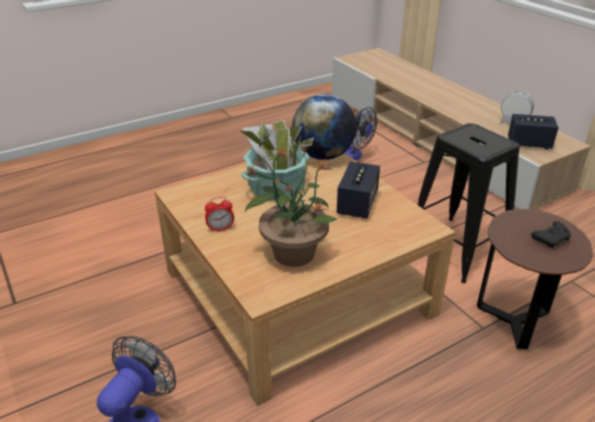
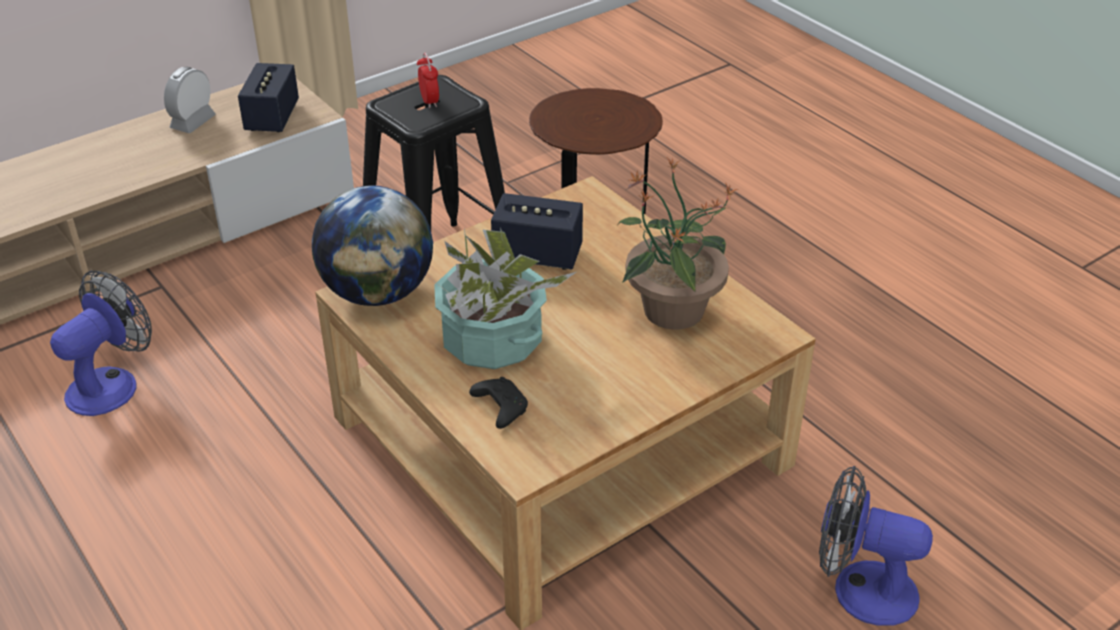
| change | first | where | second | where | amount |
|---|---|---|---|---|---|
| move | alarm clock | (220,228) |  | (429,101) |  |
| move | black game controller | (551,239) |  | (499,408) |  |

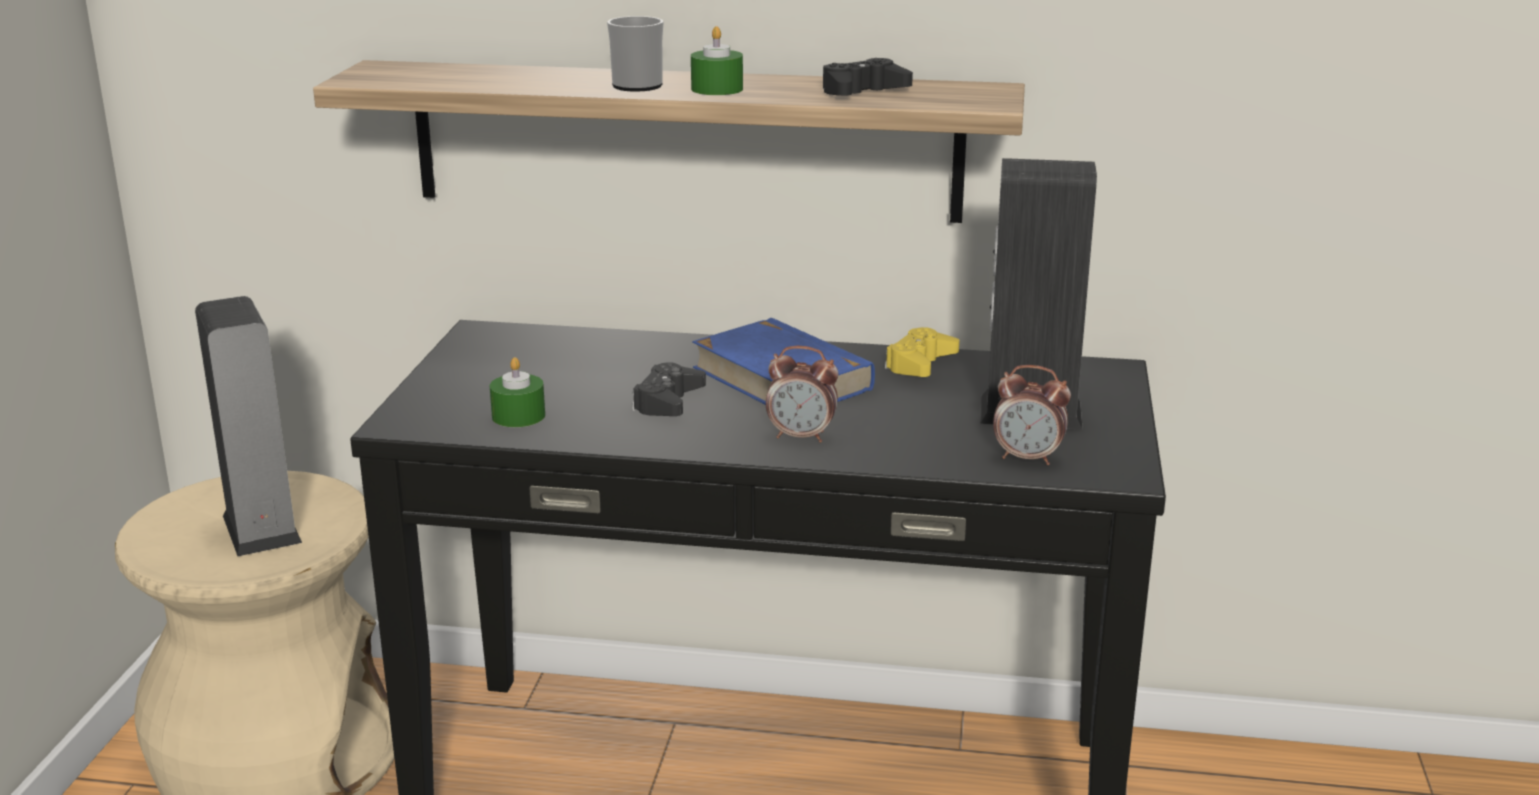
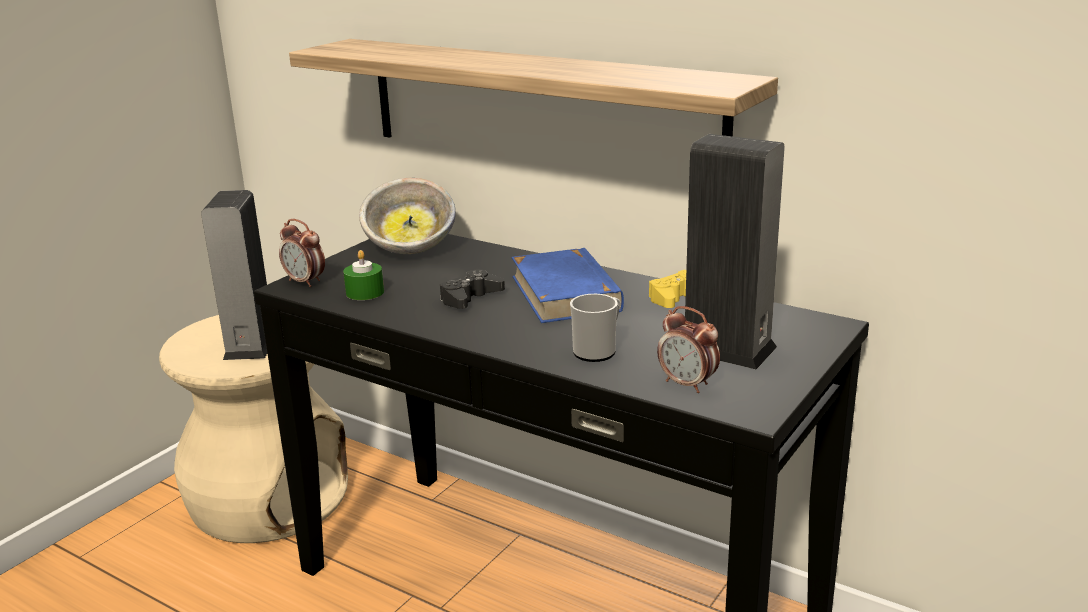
| change | first | where | second | where | amount |
|---|---|---|---|---|---|
| move | mug | (640,84) |  | (598,350) |  |
| delete | green candle | (717,89) |  |  |  |
| delete | black game controller | (862,91) |  |  |  |
| move | alarm clock | (801,436) |  | (305,282) |  |
| insert |  |  | bowl | (411,248) |  |

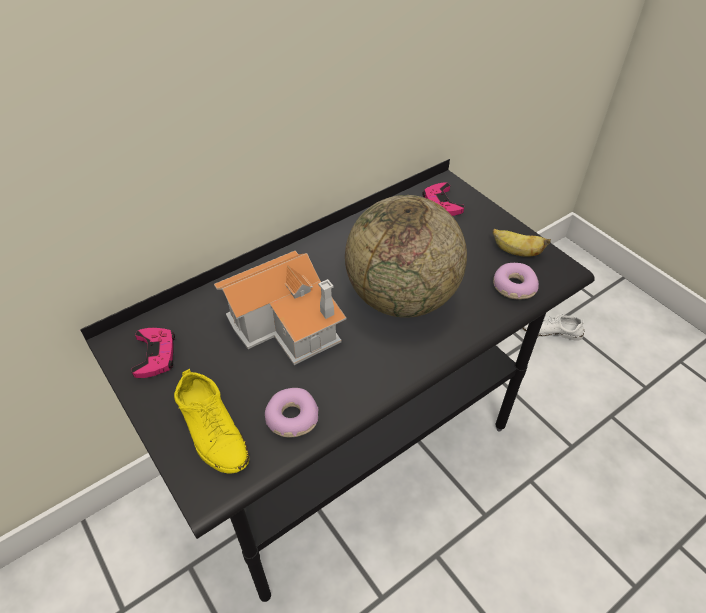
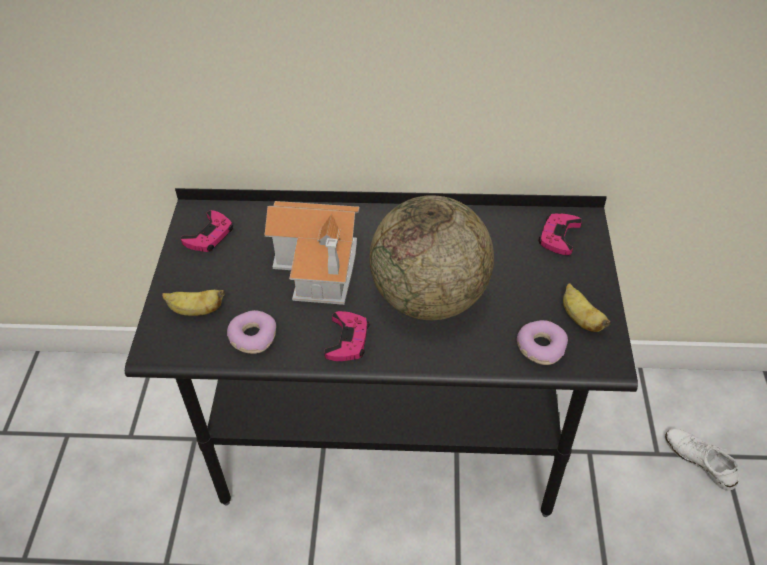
| change | first | where | second | where | amount |
|---|---|---|---|---|---|
| replace | yellow shoe | (212,429) | banana | (195,311) |  |
| insert |  |  | pink game controller | (347,340) |  |

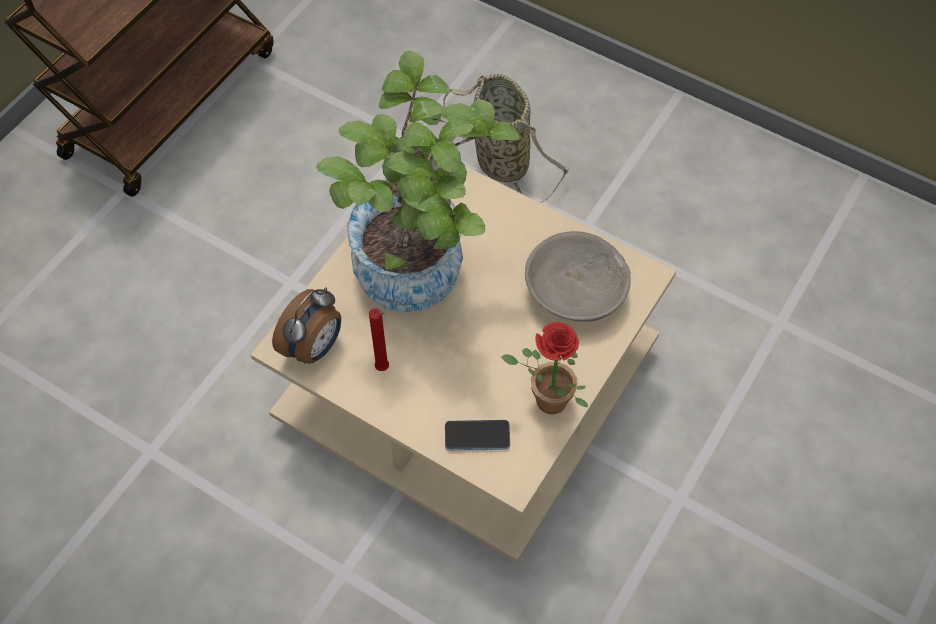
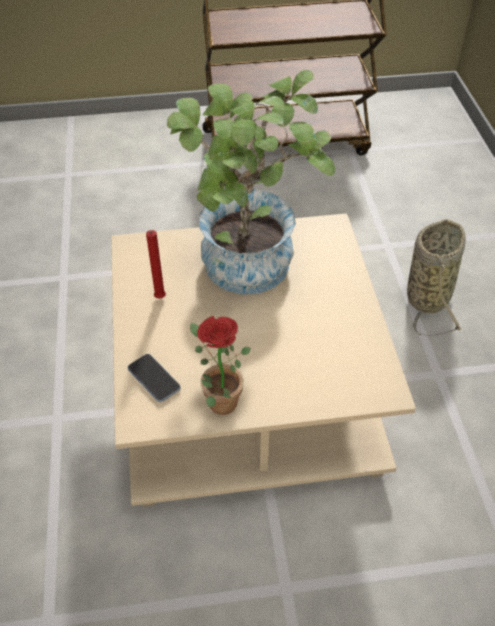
| change | first | where | second | where | amount |
|---|---|---|---|---|---|
| delete | grey bowl | (575,291) |  |  |  |
| delete | alarm clock | (314,347) |  |  |  |

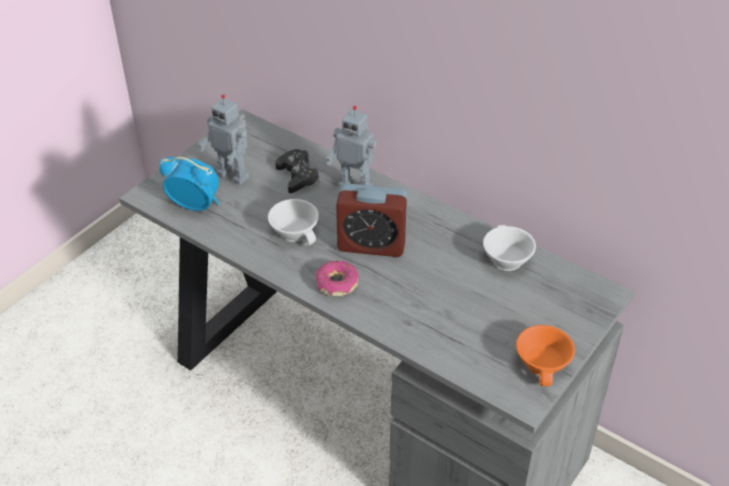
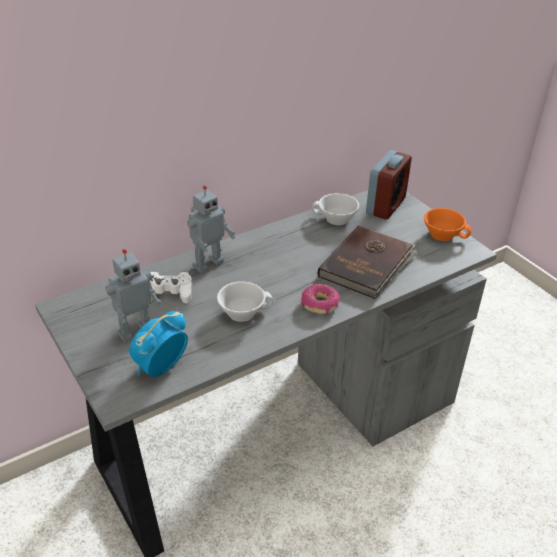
| change | first | where | second | where | amount |
|---|---|---|---|---|---|
| recolor | black game controller | (297,176) | white game controller | (168,292) |  |
| move | alarm clock | (372,244) |  | (385,206) |  |
| insert |  |  | brown book | (367,265) |  |

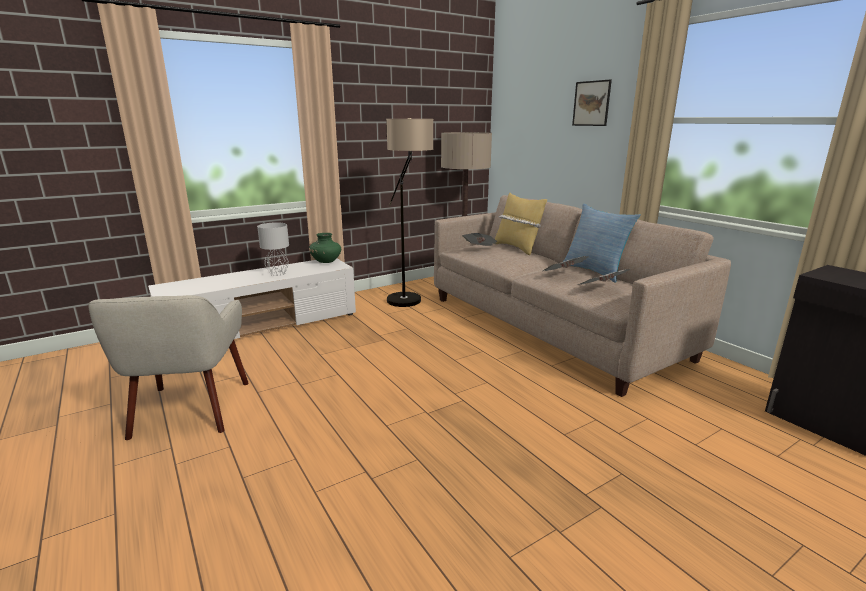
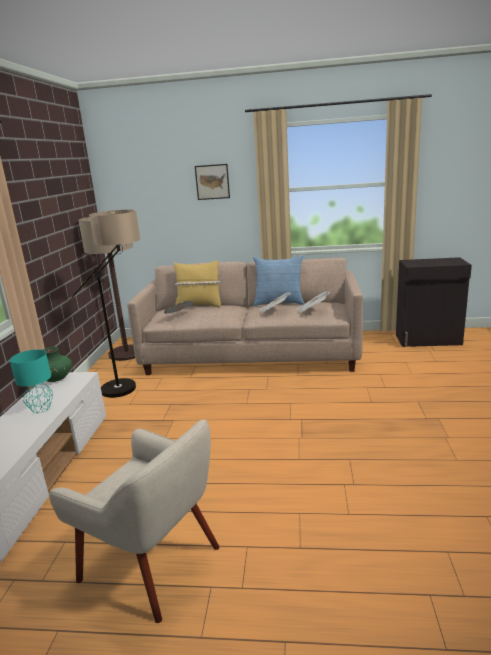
| change | first | where | second | where | amount |
|---|---|---|---|---|---|
| recolor | grey table lamp | (278,273) | turquoise table lamp | (41,408) |  |

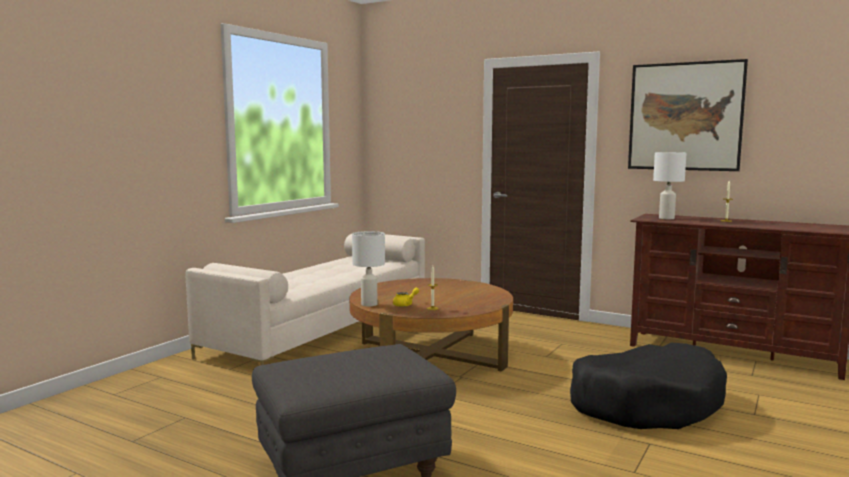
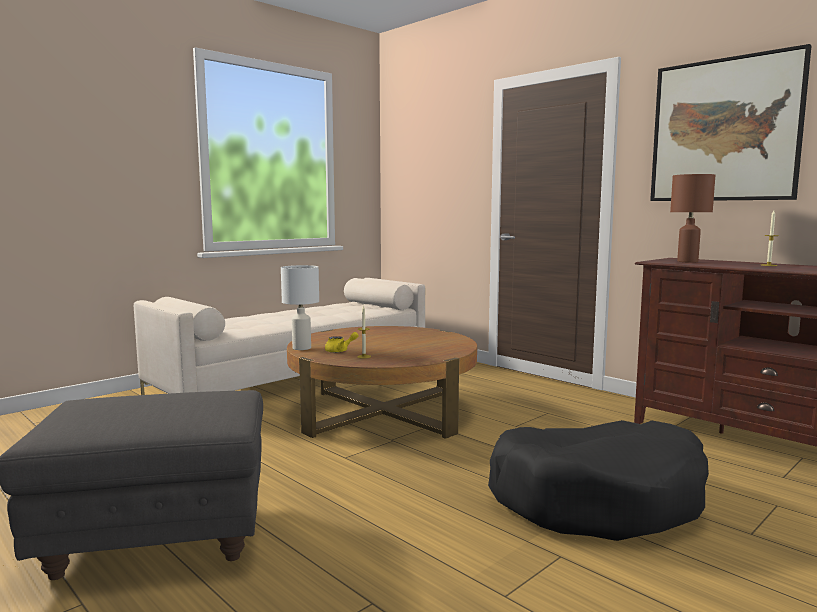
| change | first | where | second | where | amount |
|---|---|---|---|---|---|
| recolor | white table lamp | (667,218) | brown table lamp | (688,261) |  |

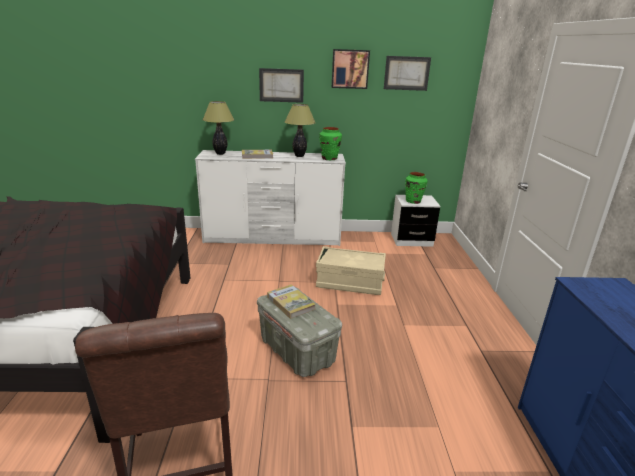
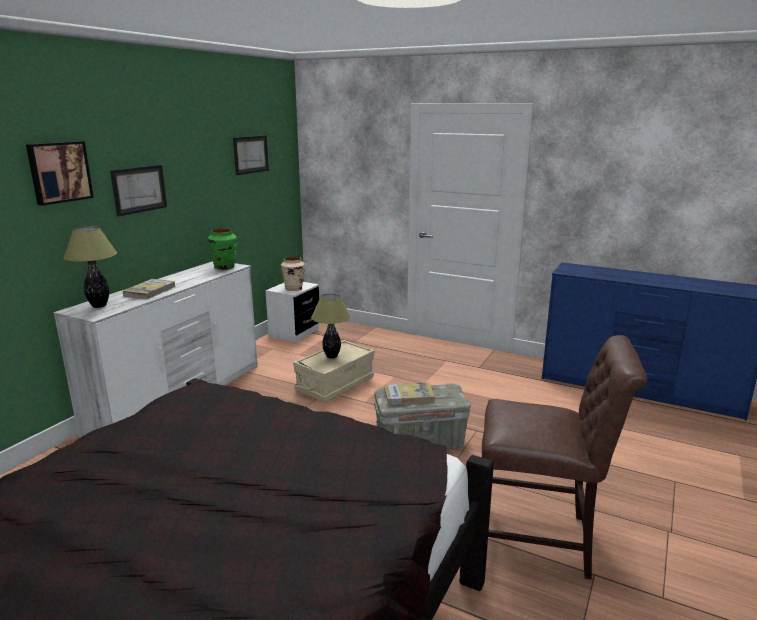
| change | first | where | second | where | amount |
|---|---|---|---|---|---|
| move | picture | (350,69) |  | (59,172) |  |
| move | table lamp | (299,156) |  | (332,356) |  |
| recolor | green vase | (413,201) | beige vase | (294,289) |  |

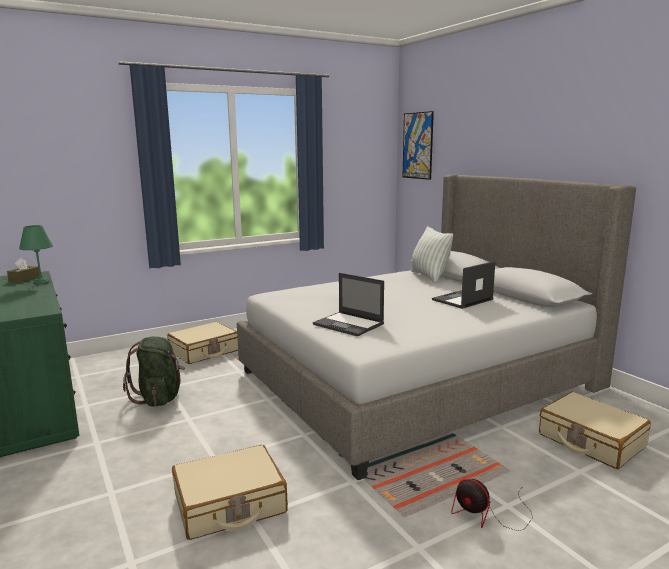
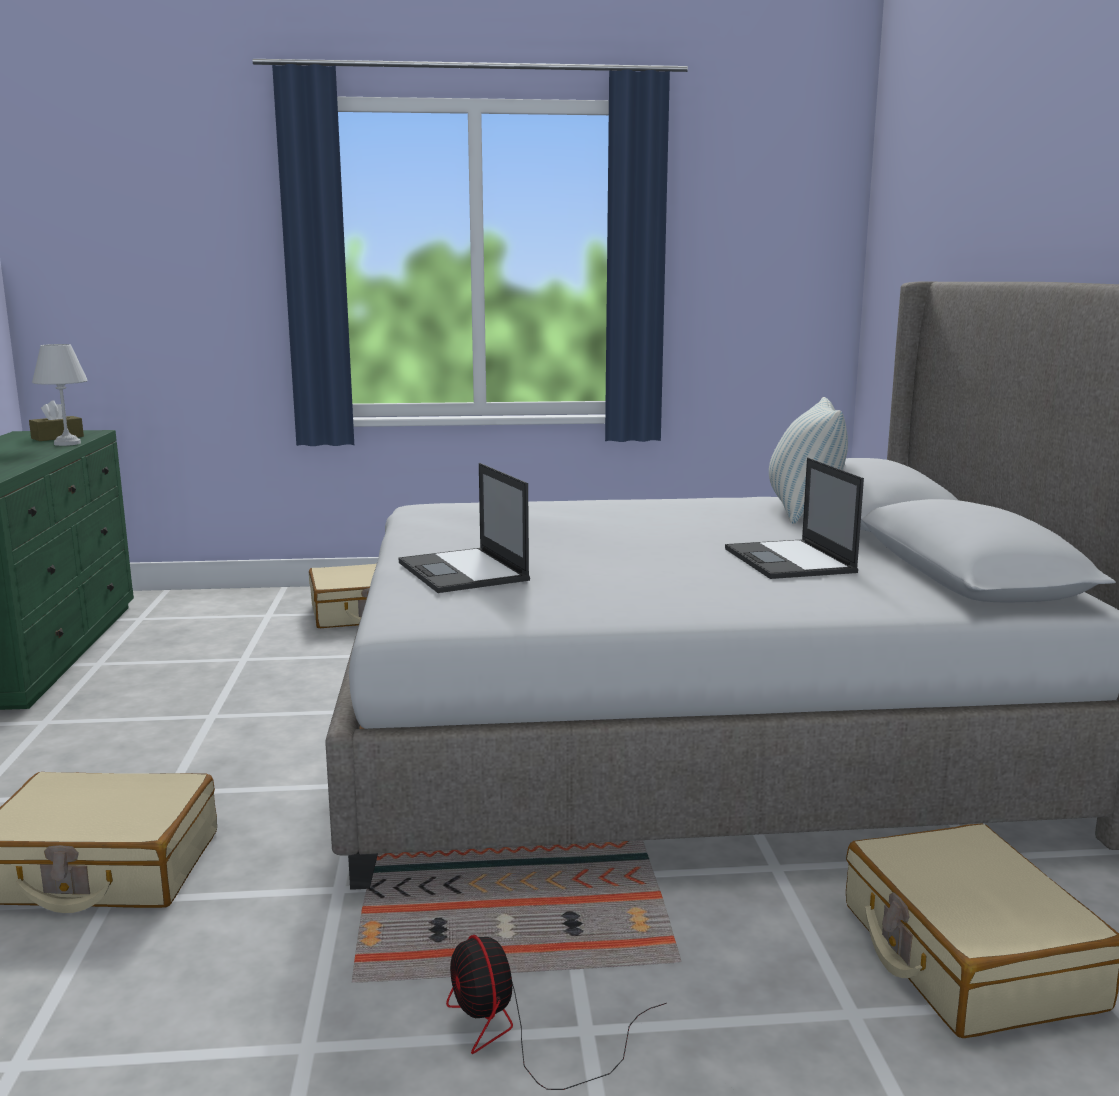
| change | first | where | second | where | amount |
|---|---|---|---|---|---|
| delete | picture | (417,145) |  |  |  |
| recolor | green table lamp | (41,282) | white table lamp | (67,443) |  |
| rotate | laptop | (462,300) |  | (790,561) | 90 degrees counterclockwise |
| delete | green backpack | (159,398) |  |  |  |

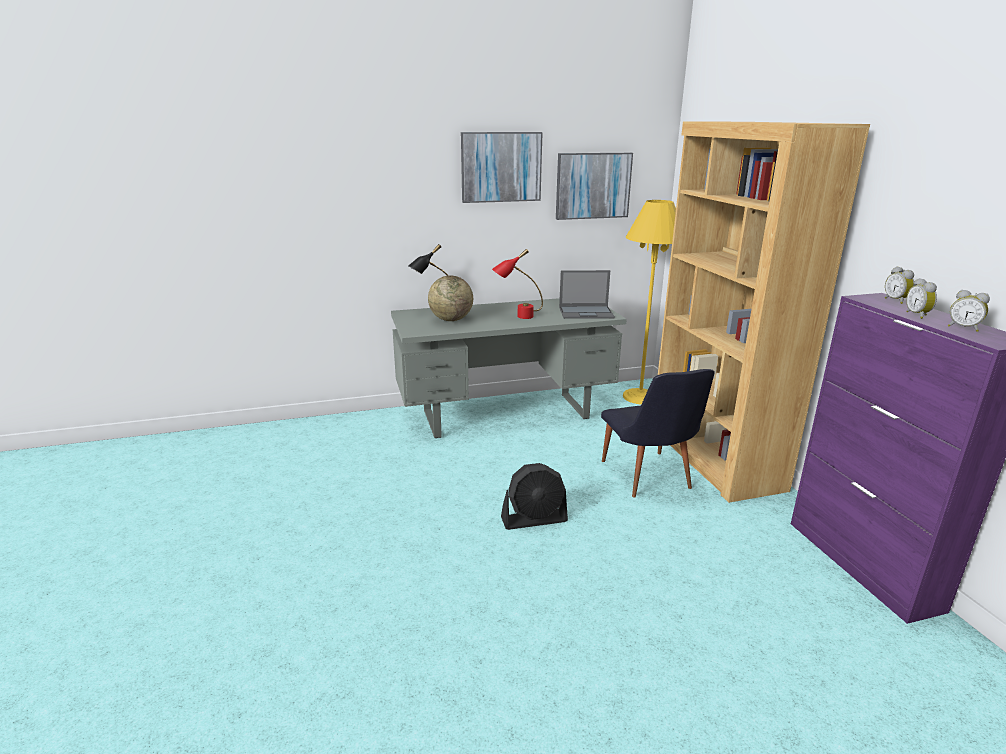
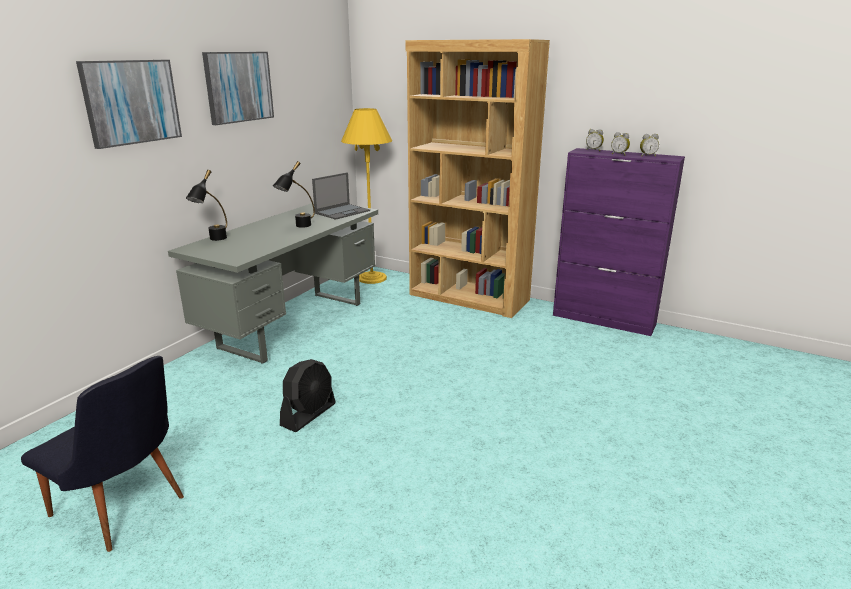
| change | first | where | second | where | amount |
|---|---|---|---|---|---|
| move | picture | (593,185) |  | (131,102) |  |
| recolor | red table lamp | (517,317) | black table lamp | (298,227) |  |
| delete | globe | (451,320) |  |  |  |
| move | black chair | (649,479) |  | (125,511) |  |
| move | black fan | (534,519) |  | (309,414) |  |

